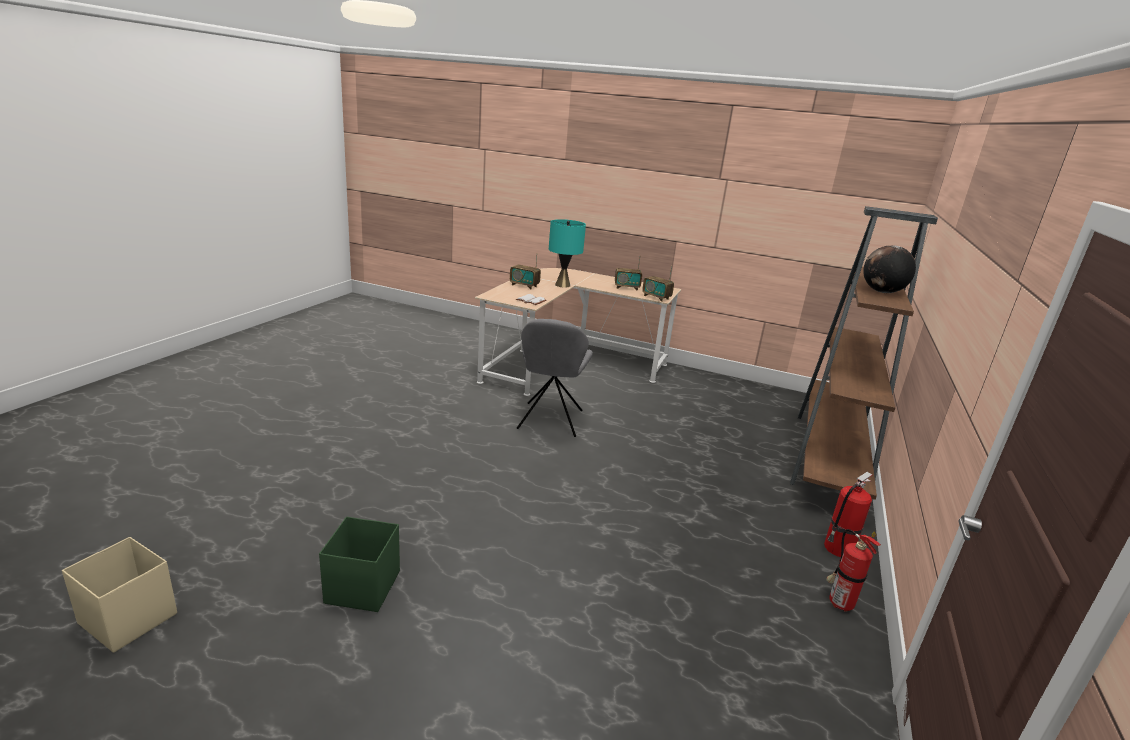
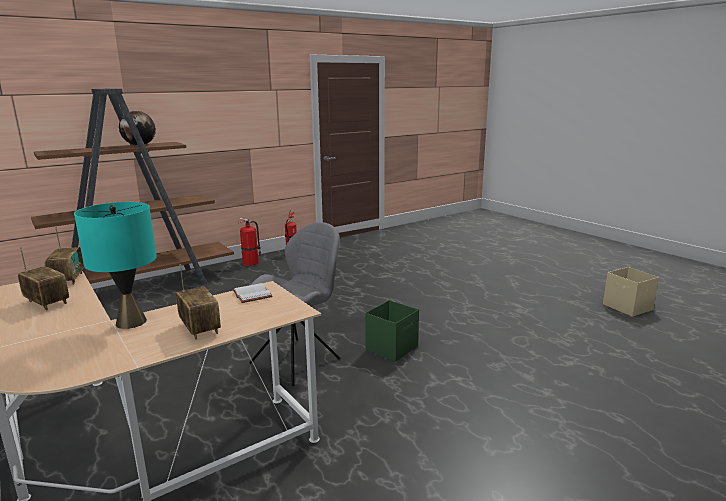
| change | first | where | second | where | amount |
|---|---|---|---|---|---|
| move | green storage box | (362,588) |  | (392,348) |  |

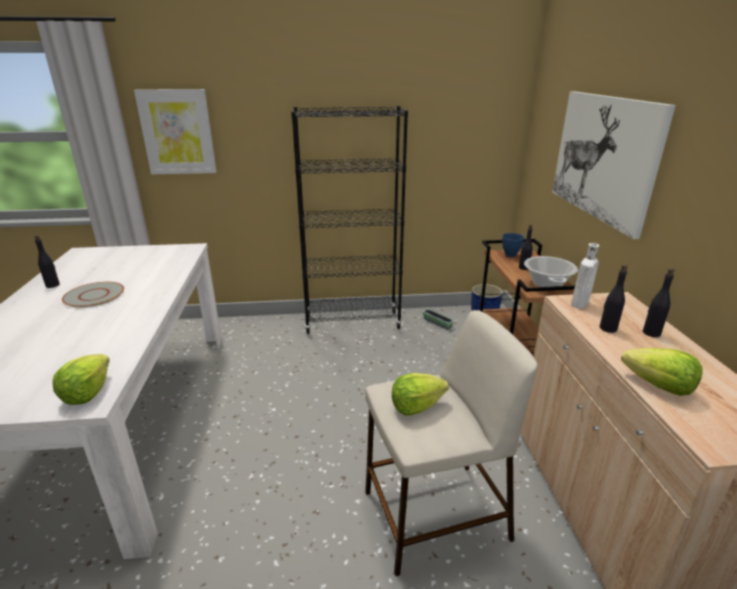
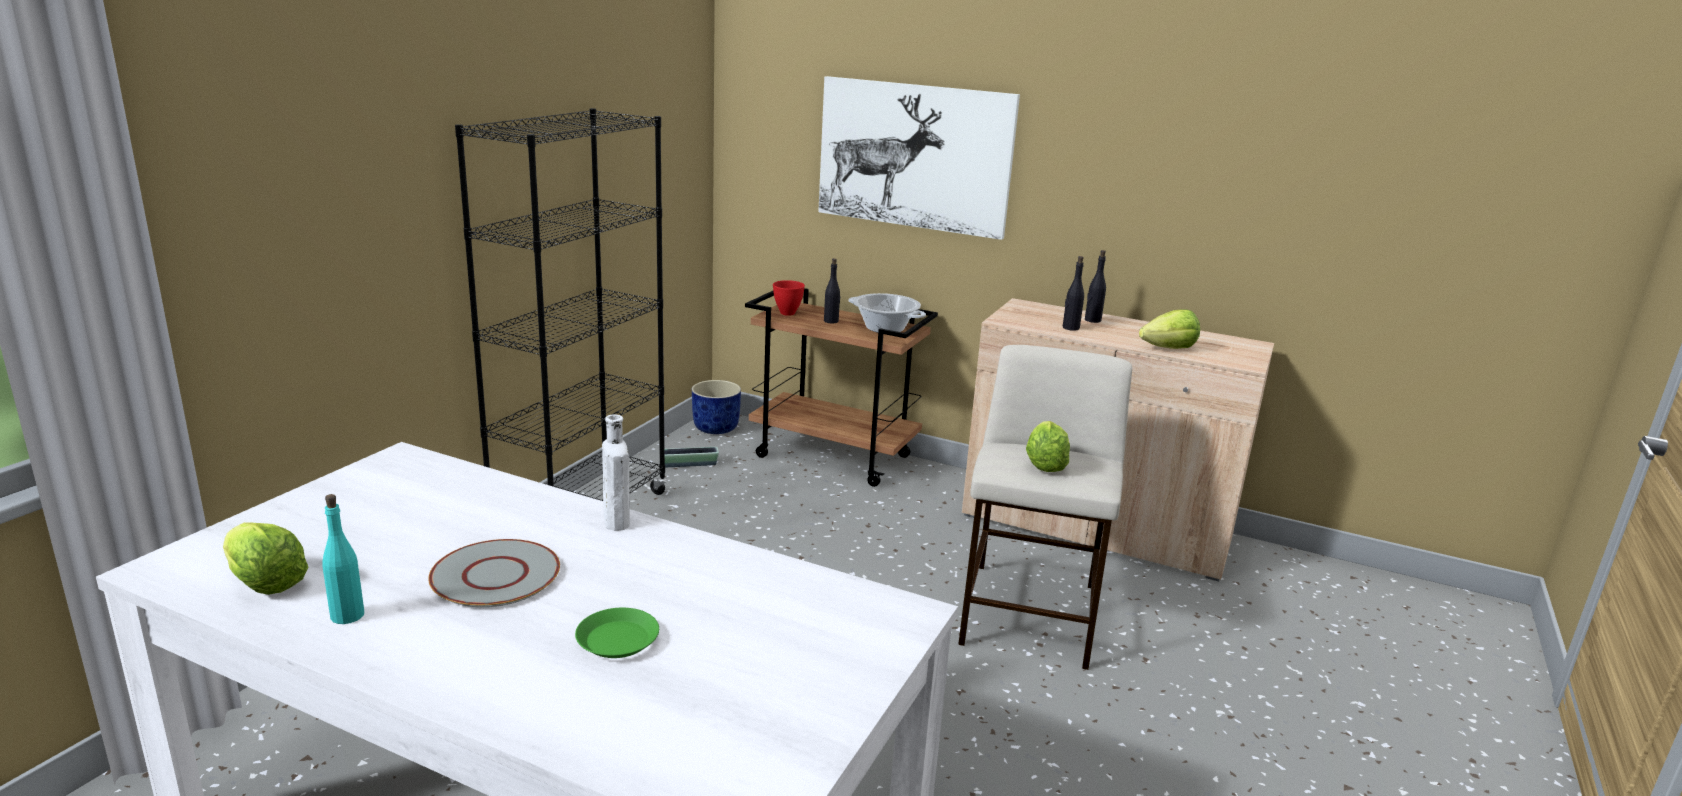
| change | first | where | second | where | amount |
|---|---|---|---|---|---|
| delete | picture | (177,132) |  |  |  |
| recolor | blue bowl | (510,255) | red bowl | (787,313) |  |
| recolor | black bottle | (53,285) | turquoise bottle | (347,615) |  |
| move | white bottle | (579,304) |  | (617,522) |  |
| move | lettuce | (87,393) |  | (265,583) |  |
| insert |  |  | green plate | (617,639) |  |

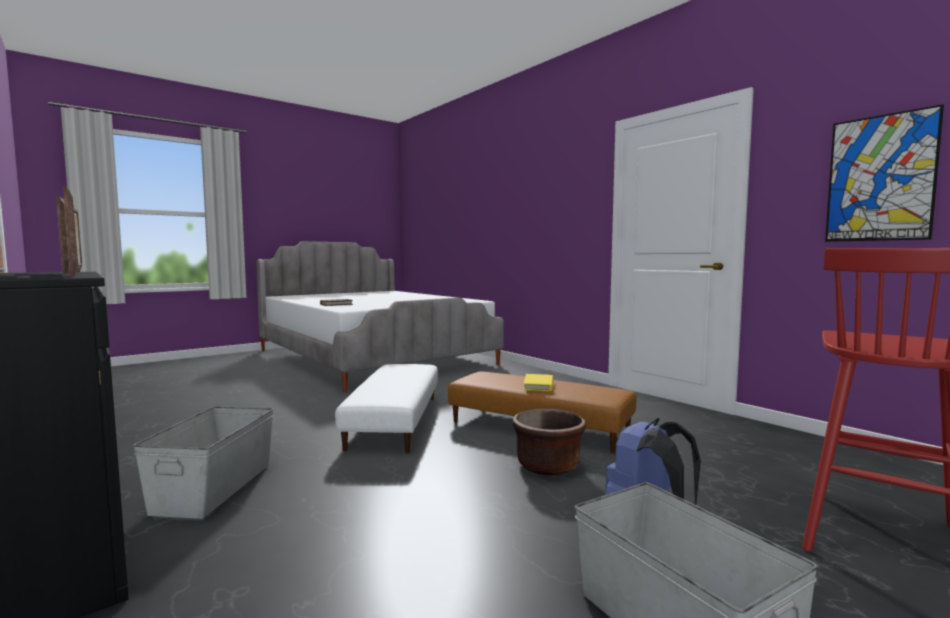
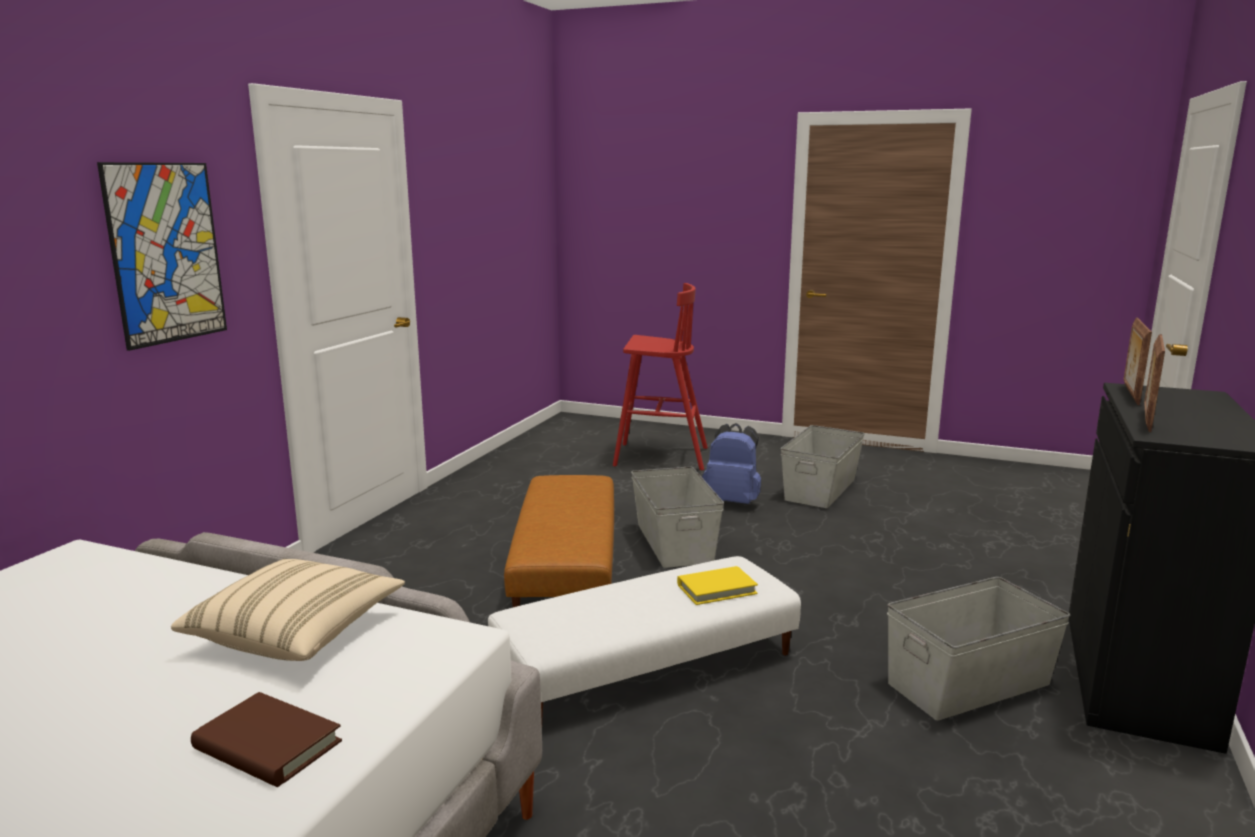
| change | first | where | second | where | amount |
|---|---|---|---|---|---|
| move | picture | (880,178) |  | (166,253) |  |
| move | yellow book | (538,385) |  | (716,589) |  |
| replace | brown planter | (548,465) | grey storage box | (675,542) |  |
| insert |  |  | beige pillow | (297,633) |  |

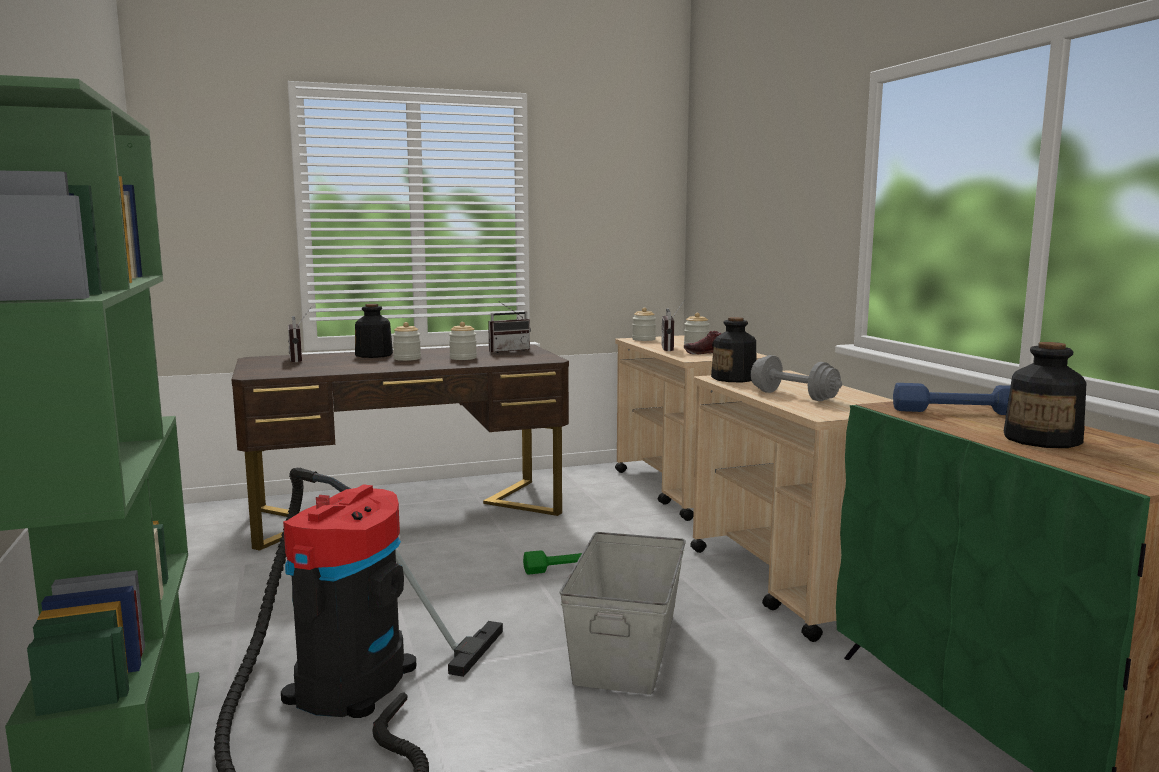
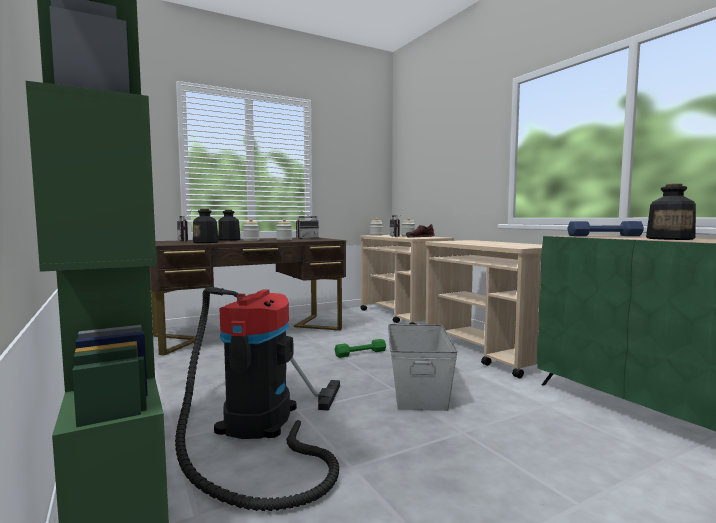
| change | first | where | second | where | amount |
|---|---|---|---|---|---|
| move | bottle | (734,378) |  | (206,242) |  |
| delete | grey dumbbell | (793,396) |  |  |  |

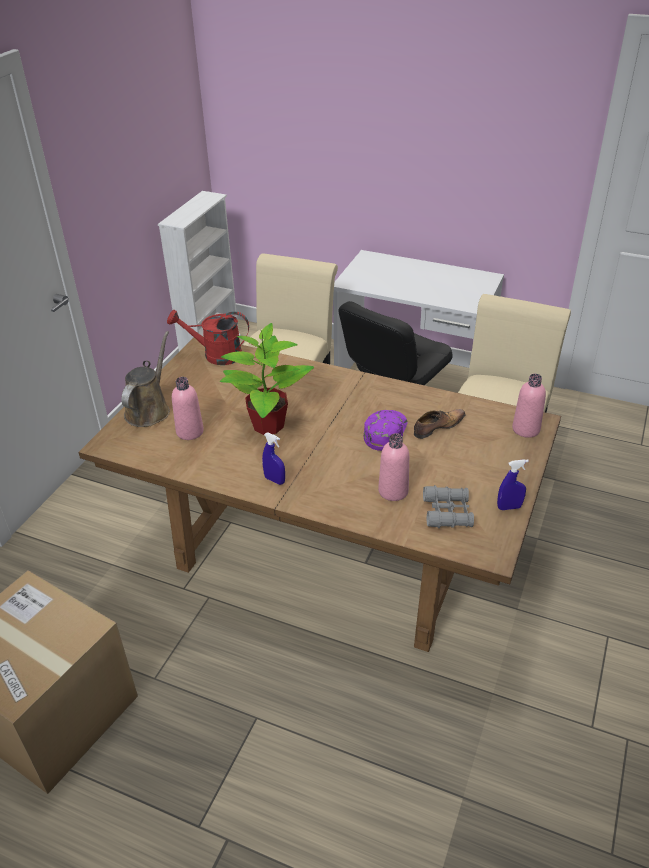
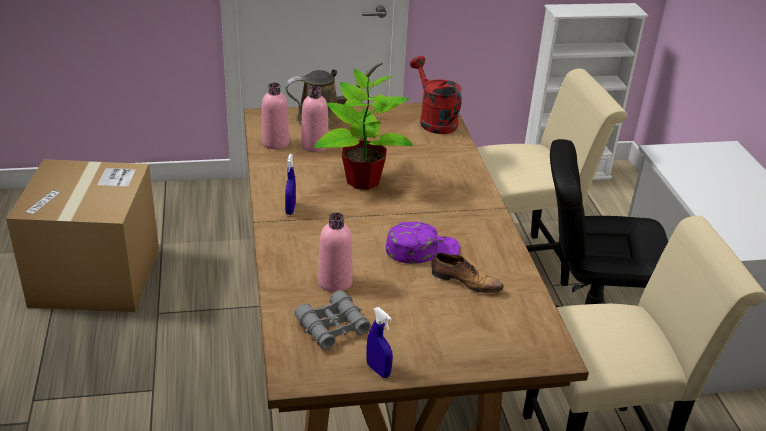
| change | first | where | second | where | amount |
|---|---|---|---|---|---|
| move | pink bottle | (526,429) |  | (275,143) |  |

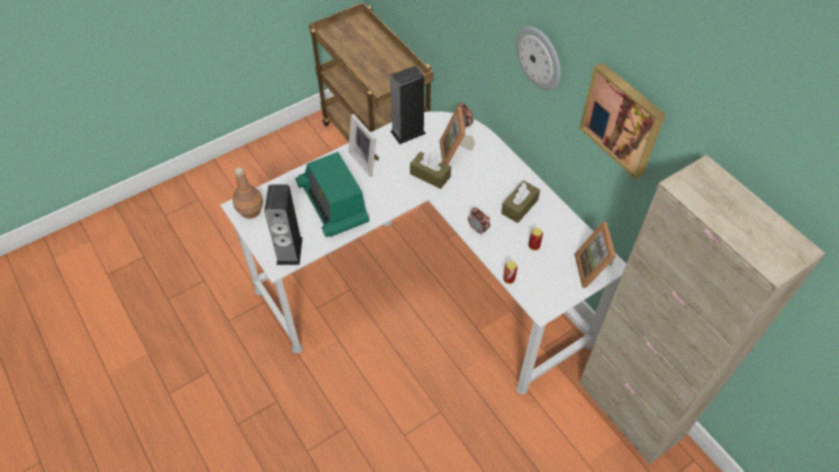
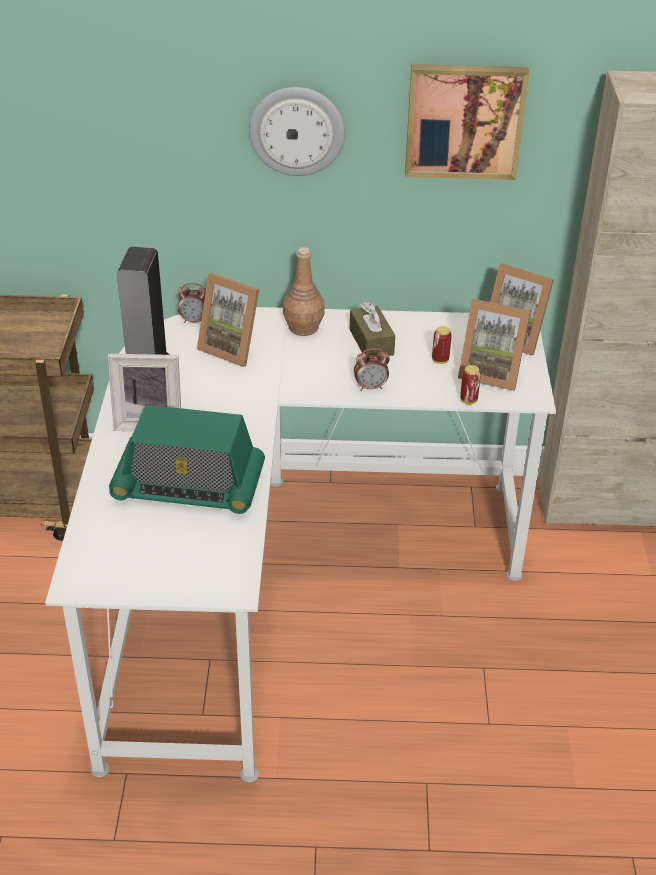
| change | first | where | second | where | amount |
|---|---|---|---|---|---|
| delete | brown tissue box | (430,175) |  |  |  |
| move | brown bottle | (250,211) |  | (303,328) |  |
| delete | speaker | (289,250) |  |  |  |
| insert |  |  | picture frame | (491,372) |  |

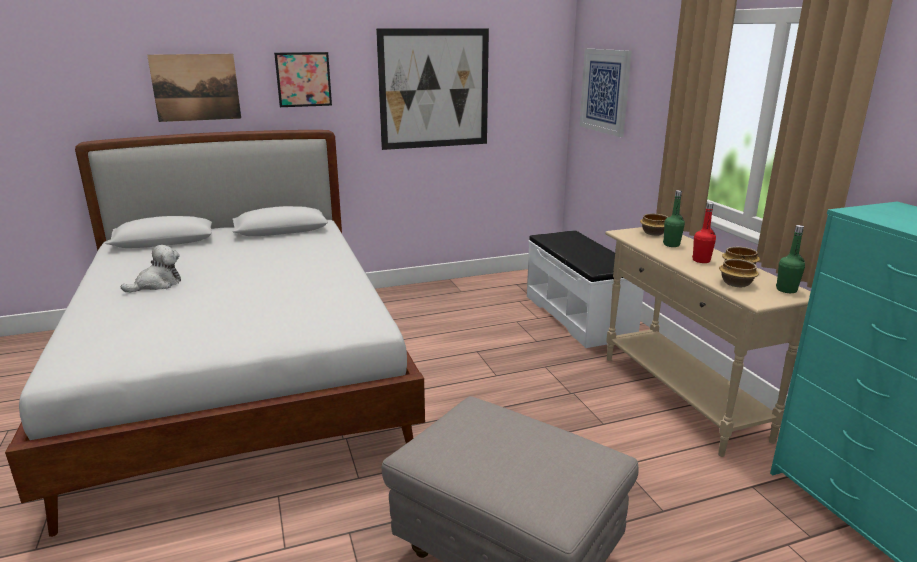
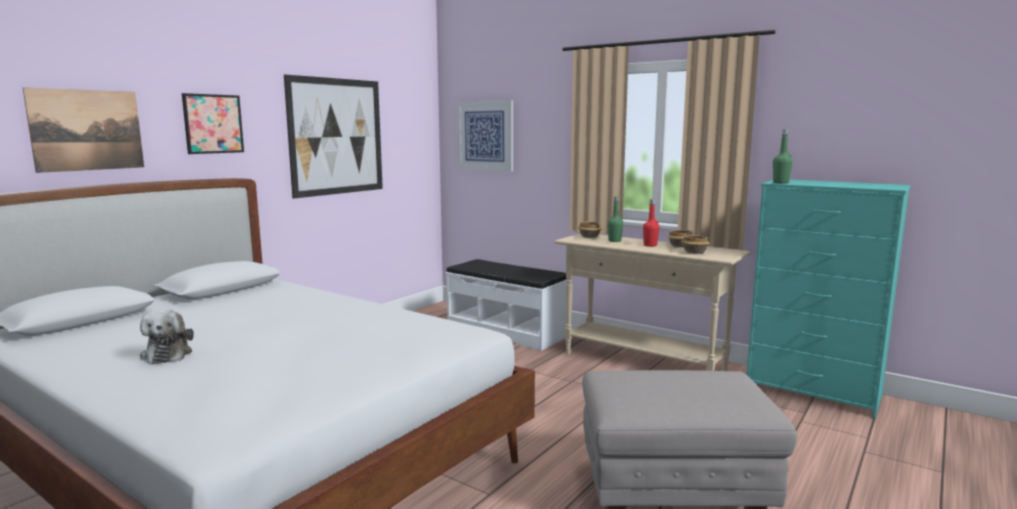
| change | first | where | second | where | amount |
|---|---|---|---|---|---|
| move | green bottle | (786,290) |  | (780,182) |  |
| rotate | plush toy | (157,284) |  | (167,353) | 150 degrees clockwise |

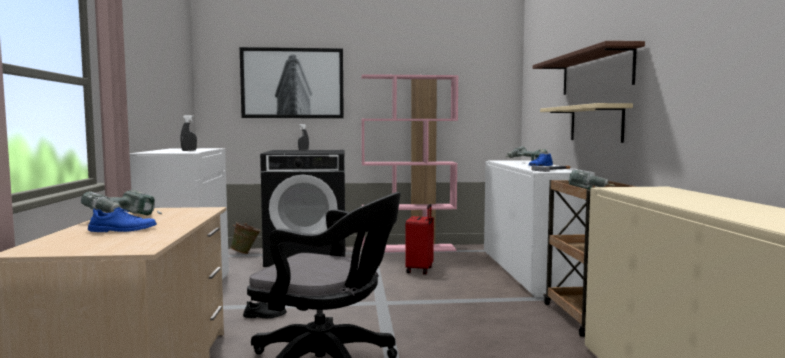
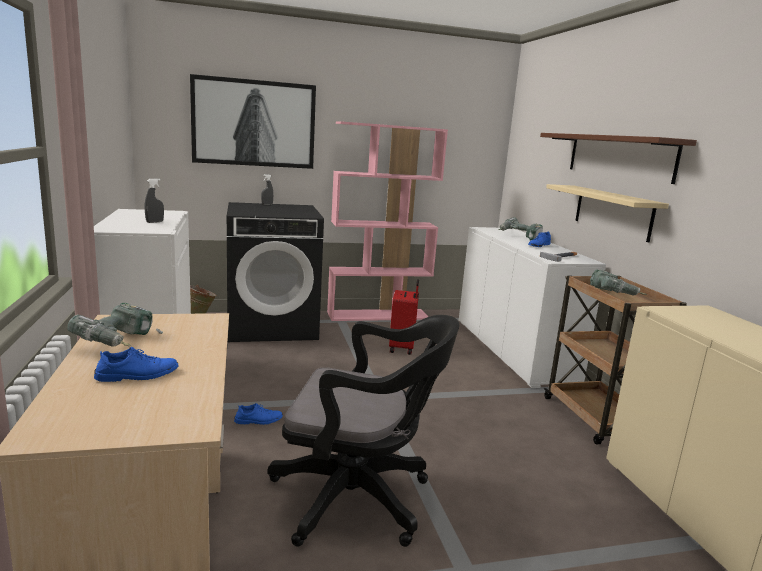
| change | first | where | second | where | amount |
|---|---|---|---|---|---|
| recolor | black shoe | (265,316) | blue shoe | (258,420) |  |

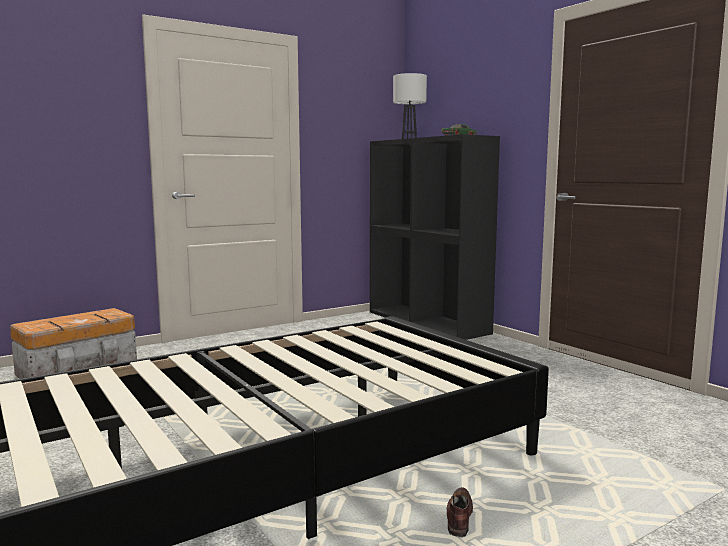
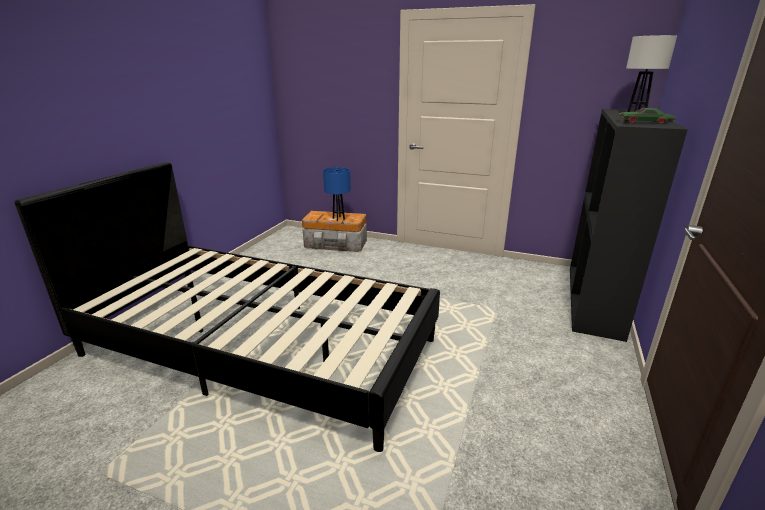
| change | first | where | second | where | amount |
|---|---|---|---|---|---|
| delete | brown shoe | (458,517) |  |  |  |
| insert |  |  | blue table lamp | (338,218) |  |

